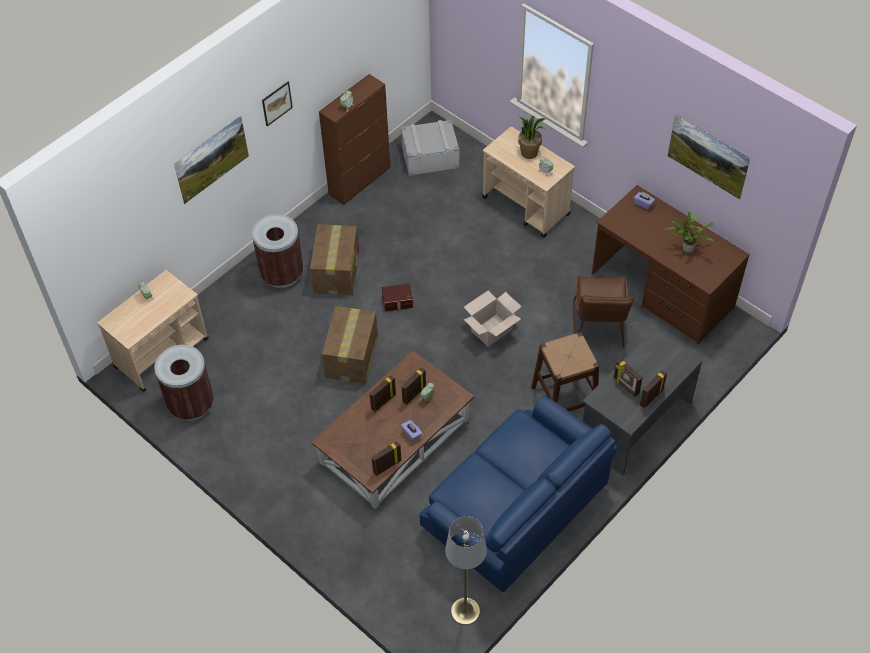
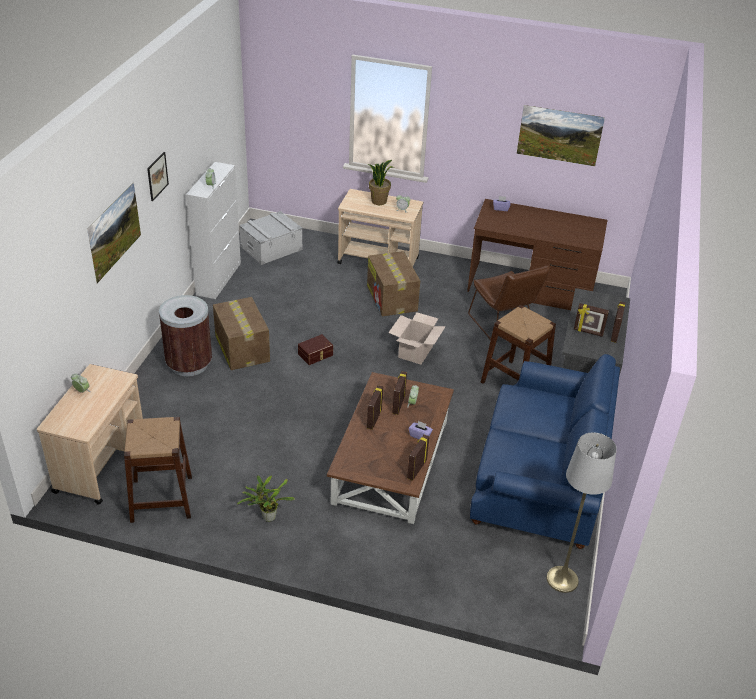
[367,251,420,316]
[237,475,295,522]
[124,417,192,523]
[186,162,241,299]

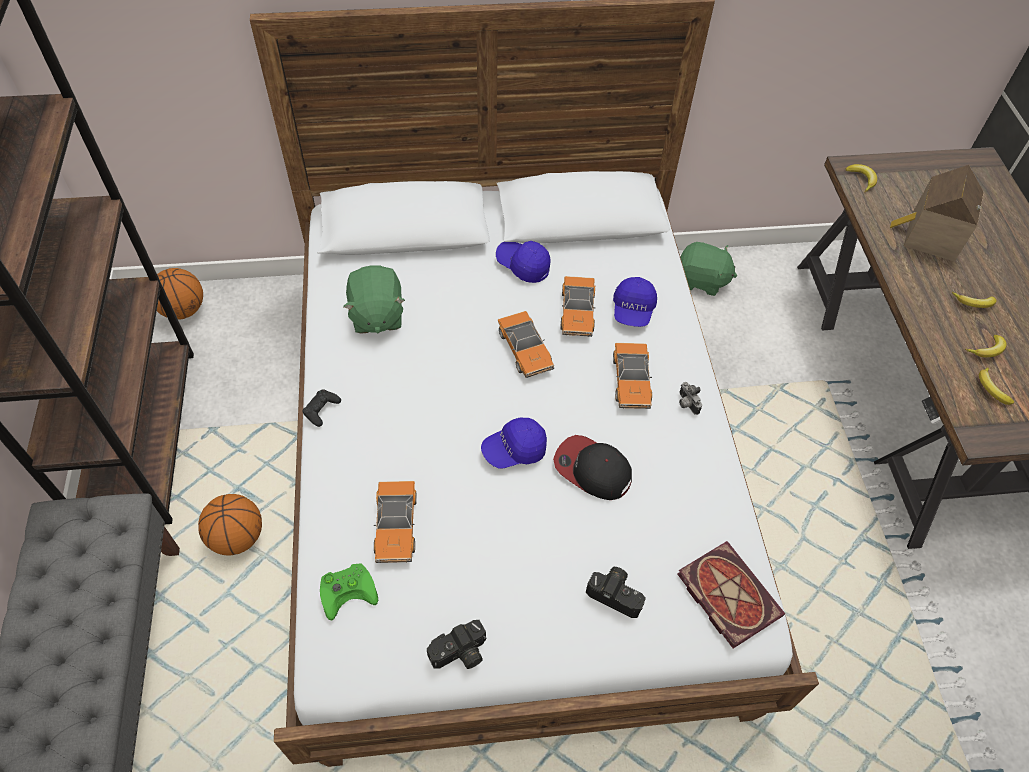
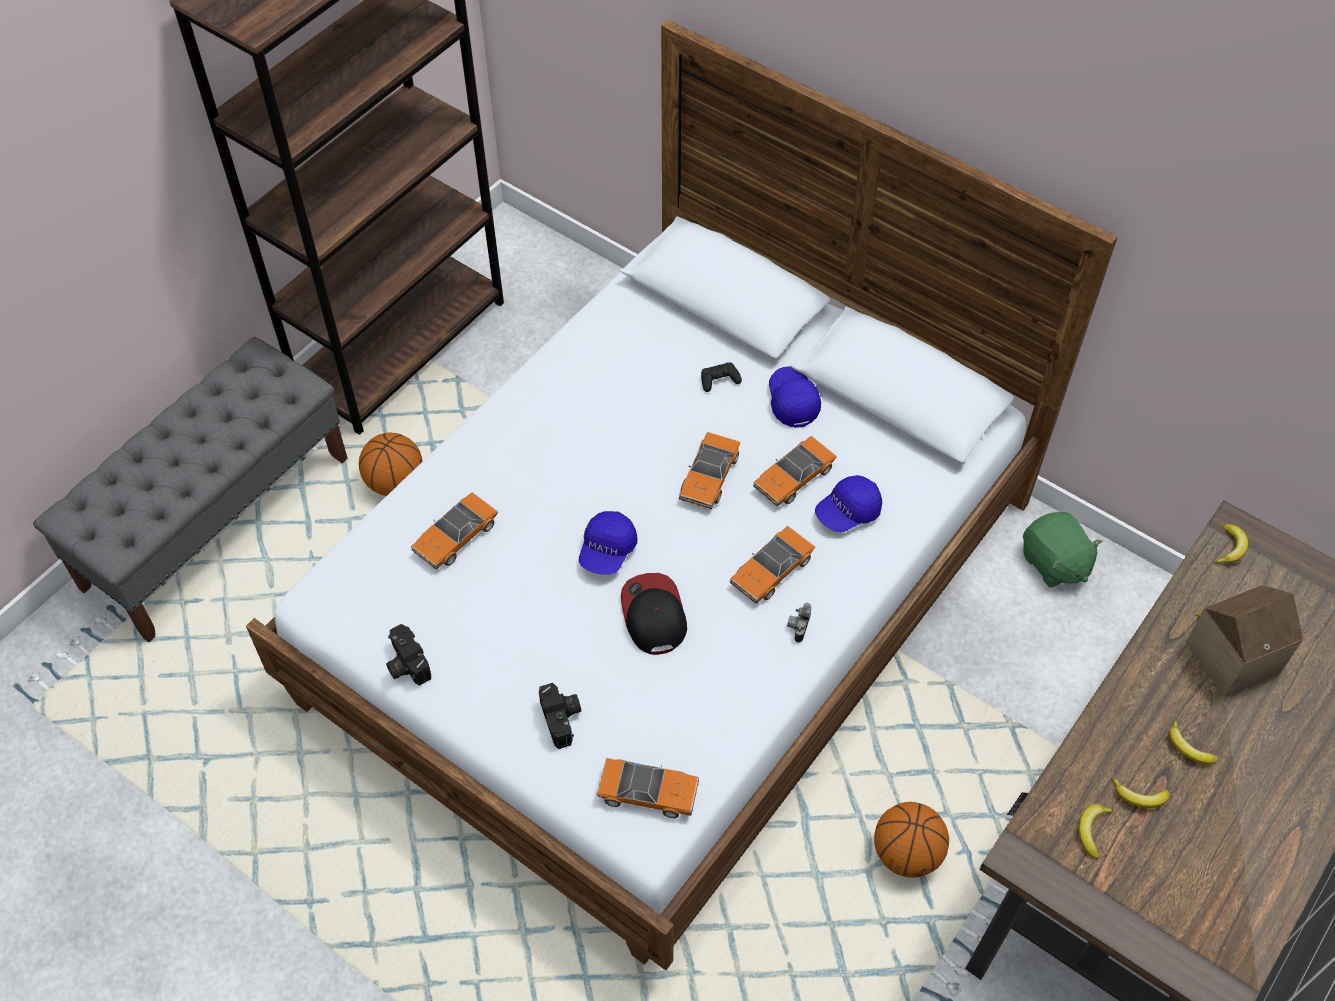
[320,564,378,620] (first image)
[343,265,405,334] (first image)
[874,802,949,878]
[701,362,742,392]
[597,758,699,818]
[386,624,431,686]
[579,511,637,575]

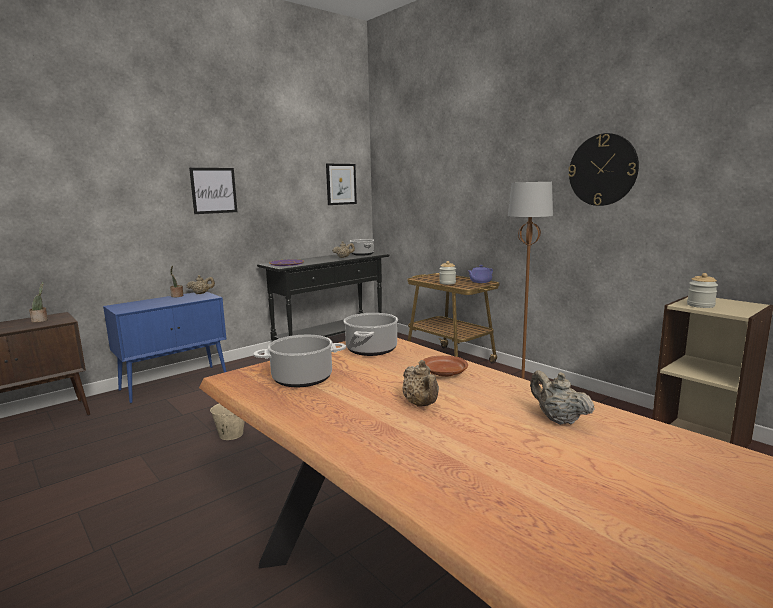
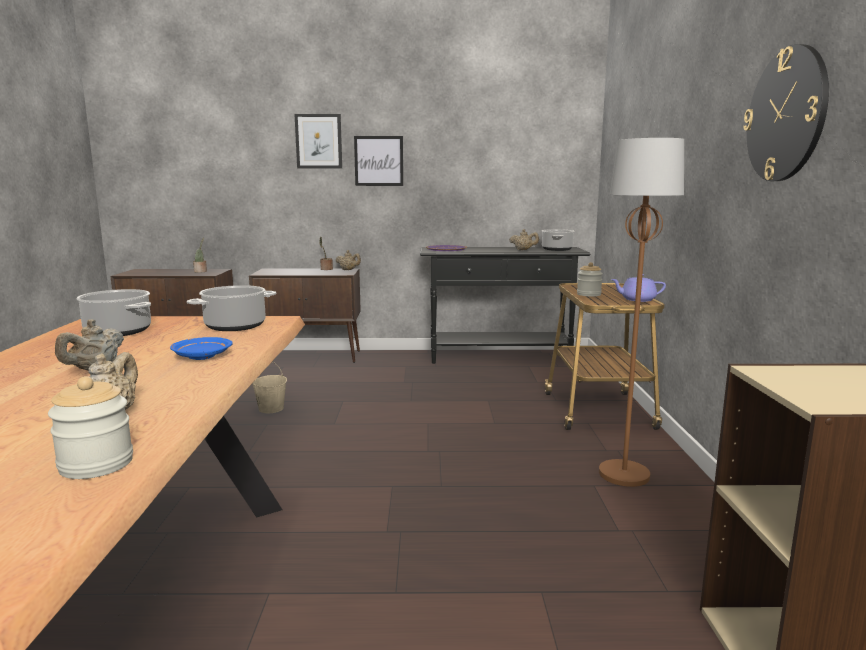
[294,114,342,168]
[48,376,133,479]
[249,268,361,363]
[170,337,233,360]

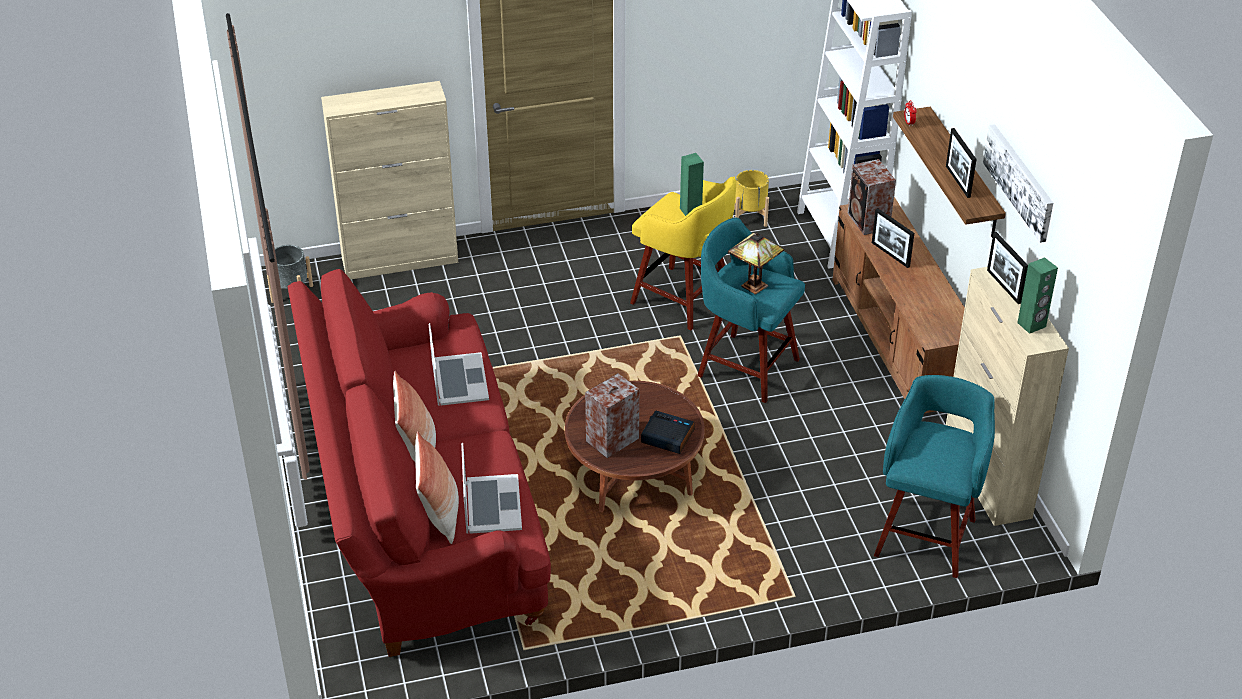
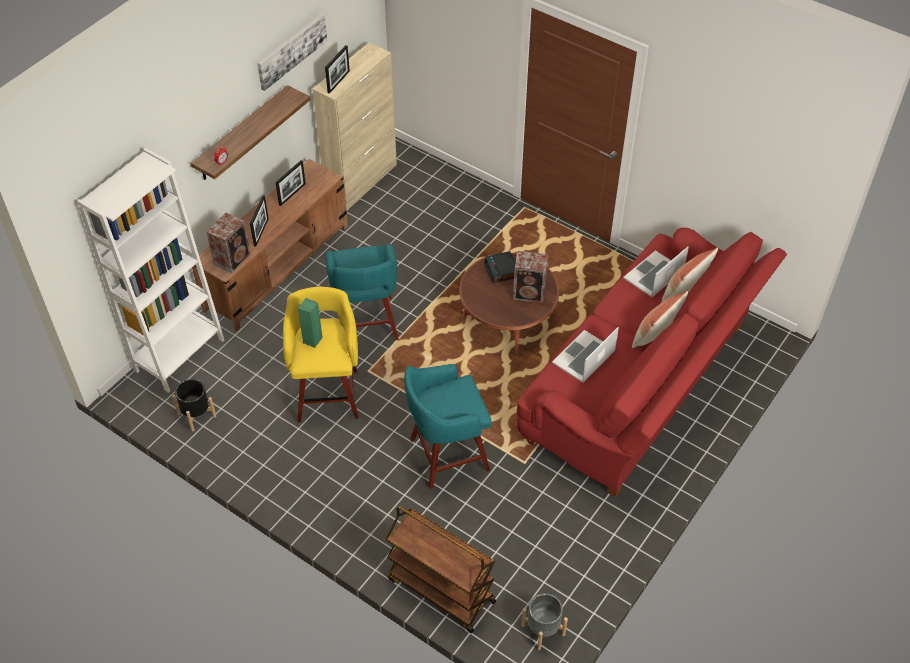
[728,233,785,294] (first image)
[1017,257,1058,334] (first image)
[404,364,492,489]
[275,160,306,206]
[385,506,496,633]
[172,379,216,431]

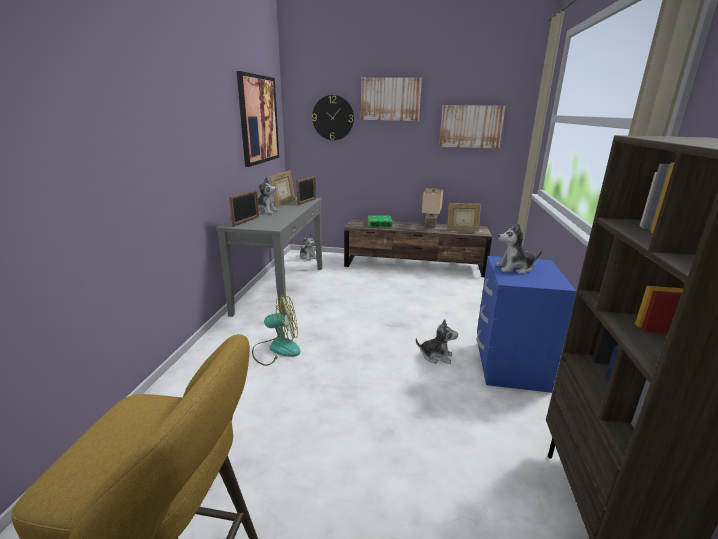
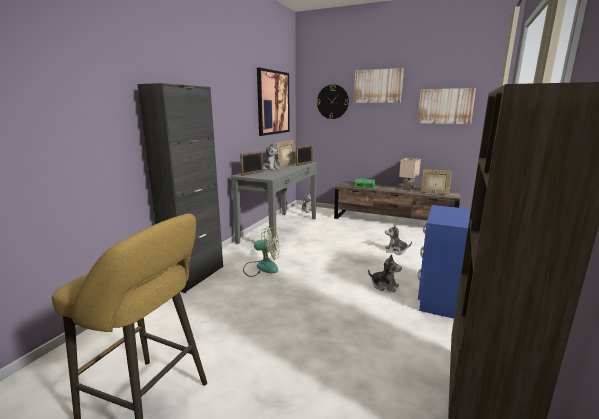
[137,83,223,293]
[385,225,412,254]

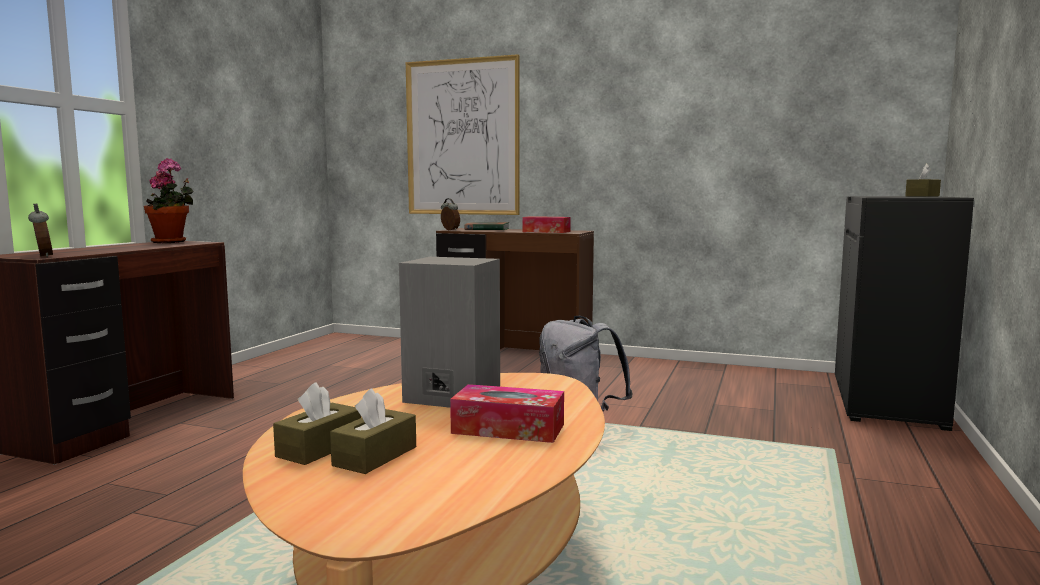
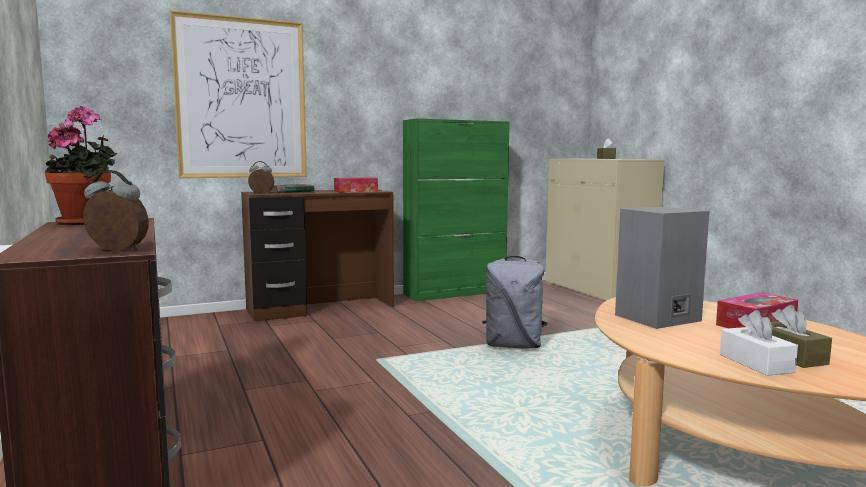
[403,119,510,301]
[720,310,798,376]
[545,159,664,301]

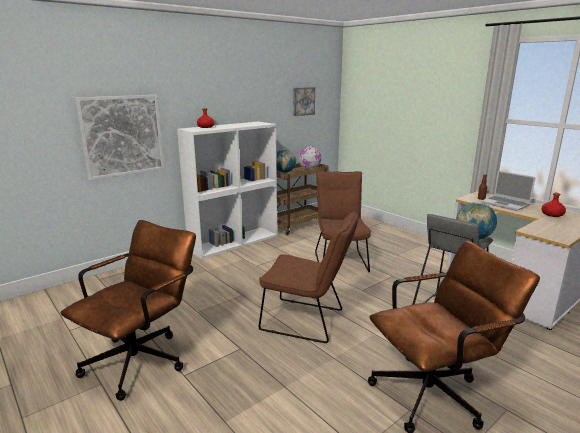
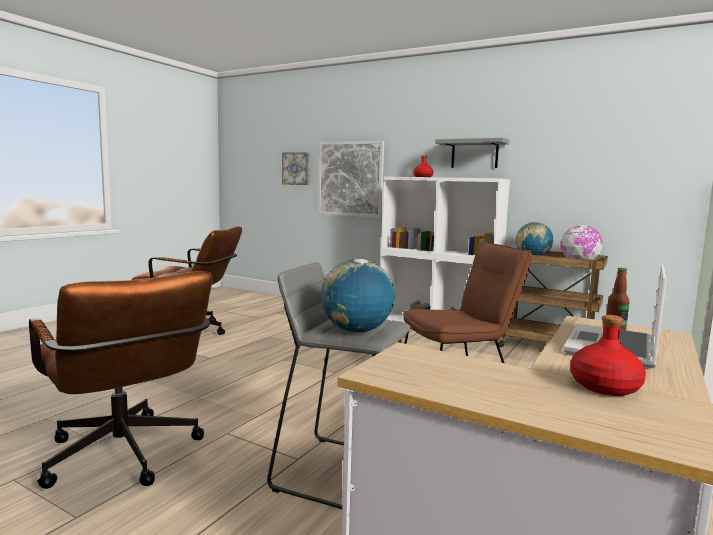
[259,211,359,343] (first image)
[435,138,510,168]
[282,152,310,185]

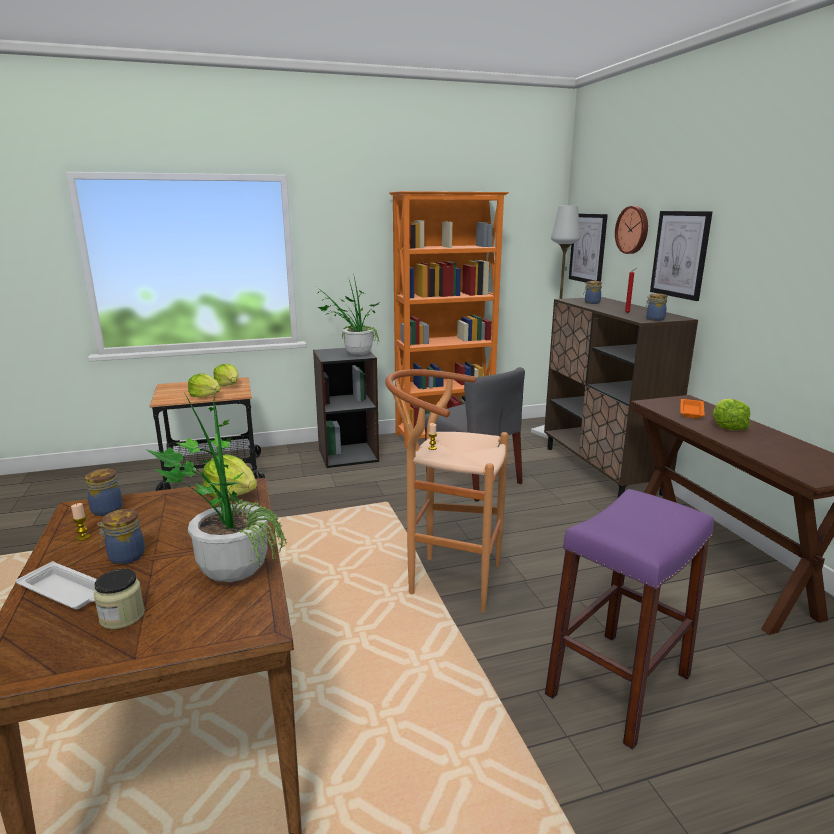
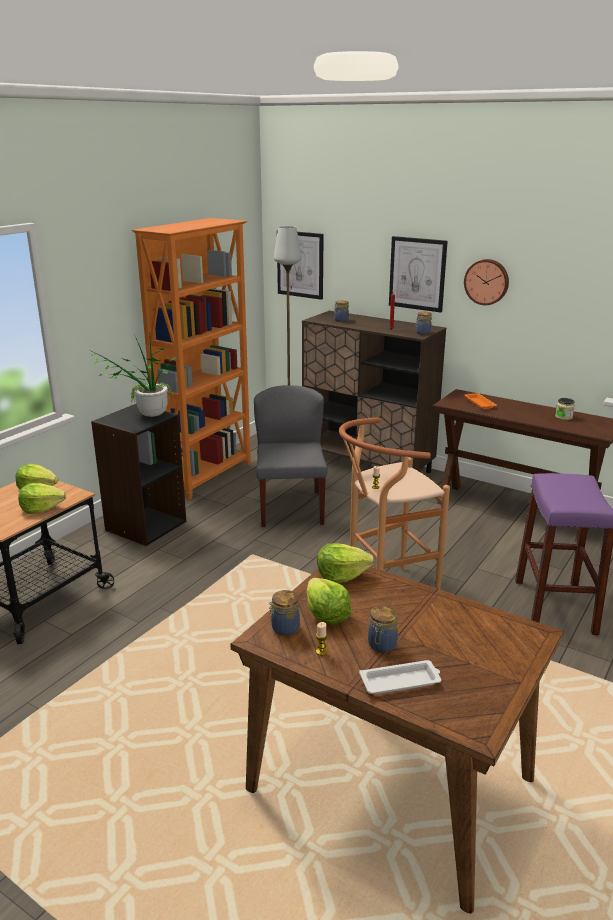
[146,392,287,582] (first image)
[555,398,575,420]
[464,259,509,305]
[307,578,352,624]
[254,385,328,527]

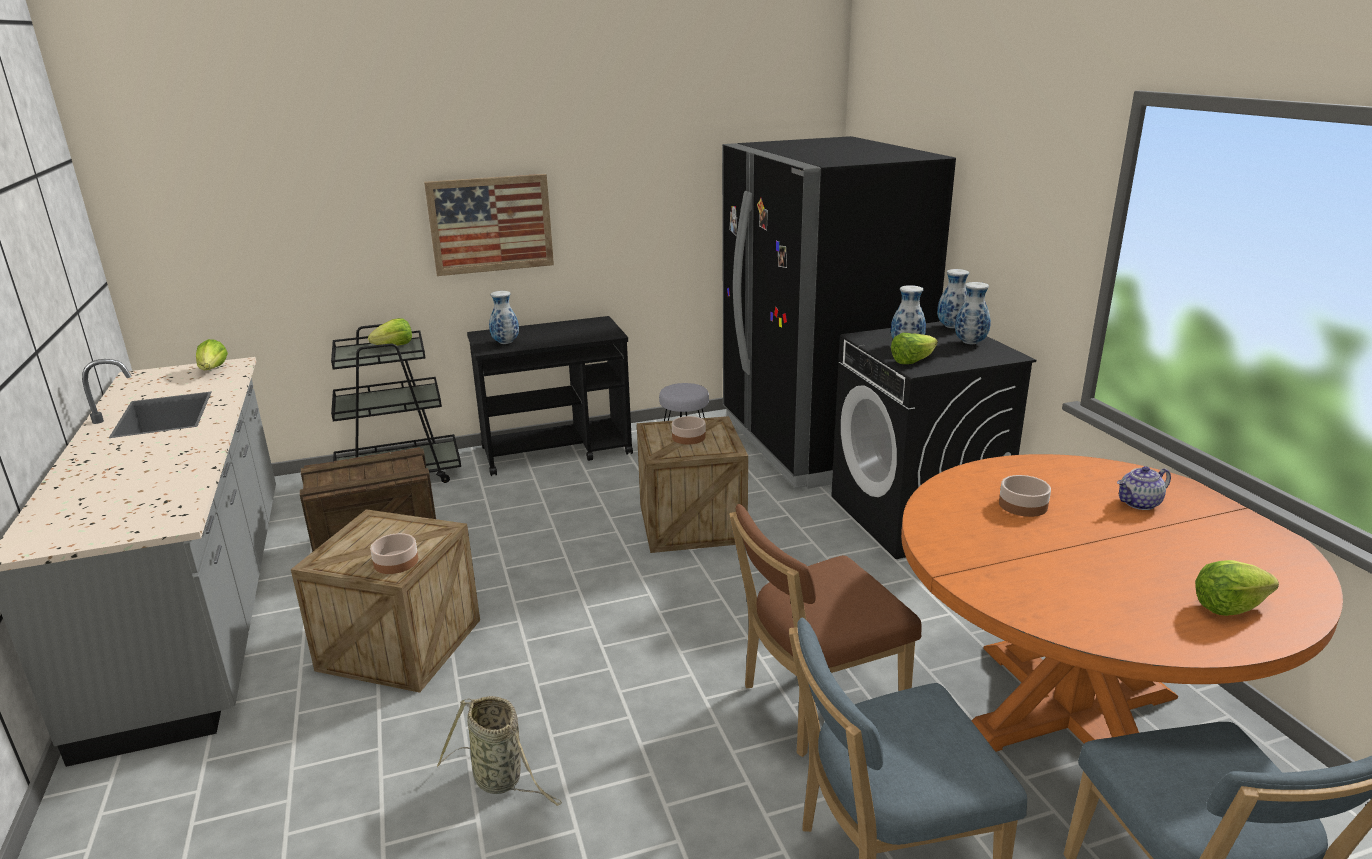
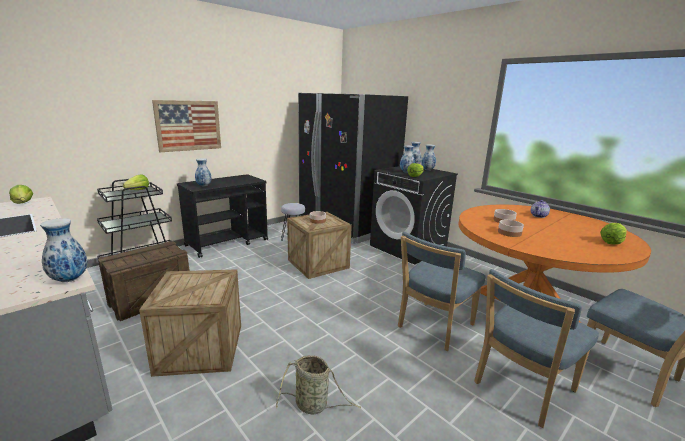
[40,218,87,282]
[498,220,524,237]
[398,232,485,351]

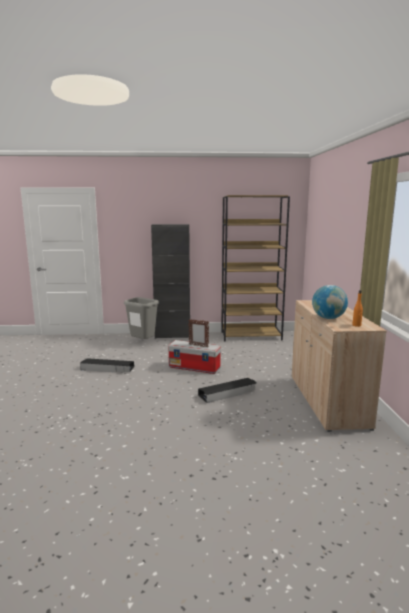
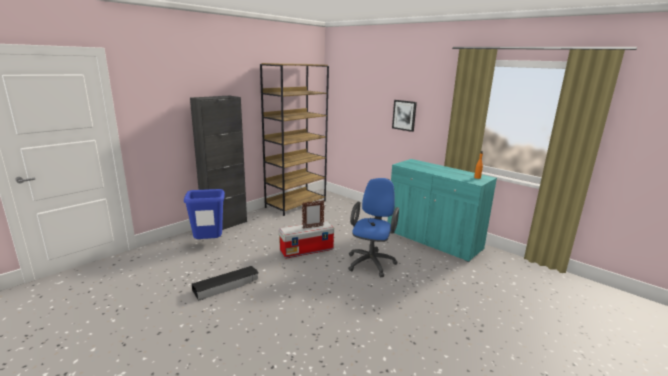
[312,285,348,319] (first image)
[392,100,417,132]
[348,178,399,278]
[184,189,225,239]
[388,159,497,262]

